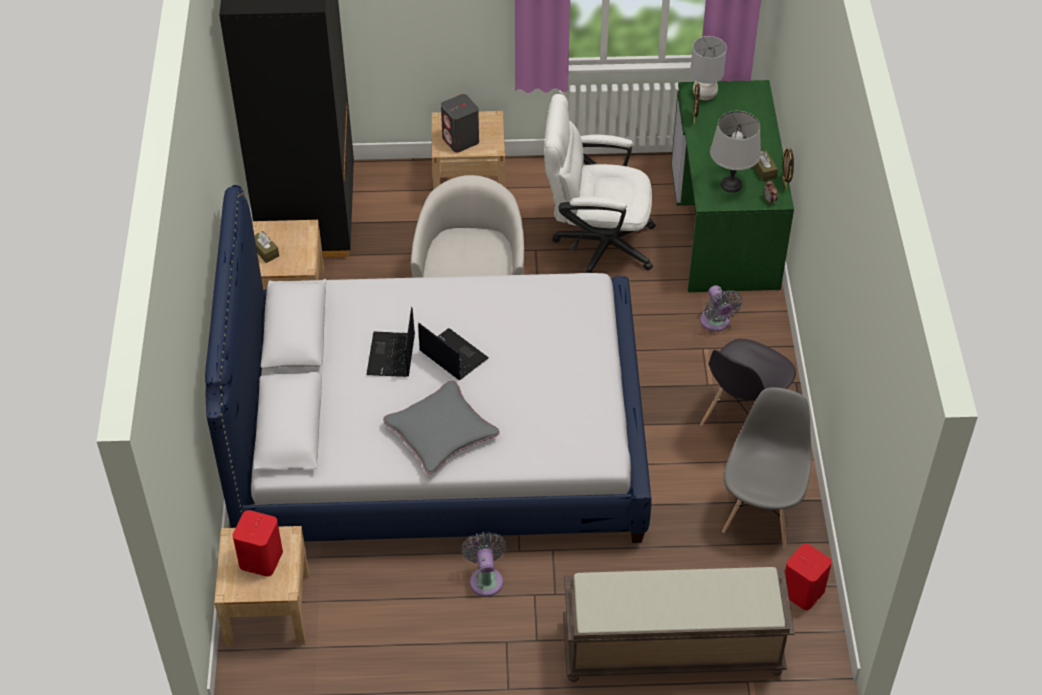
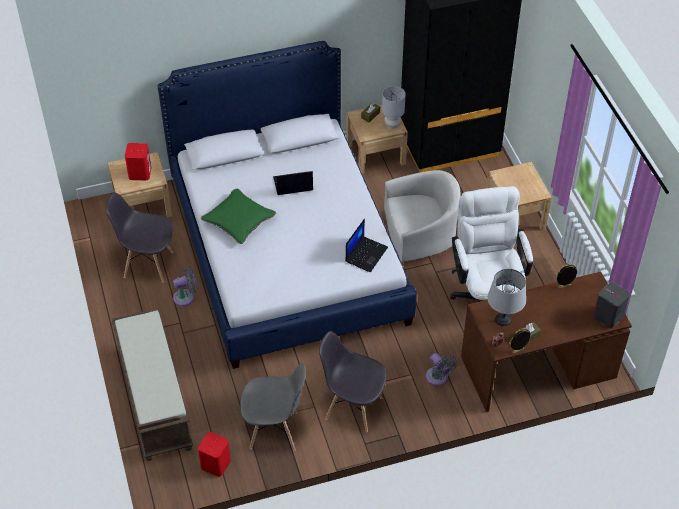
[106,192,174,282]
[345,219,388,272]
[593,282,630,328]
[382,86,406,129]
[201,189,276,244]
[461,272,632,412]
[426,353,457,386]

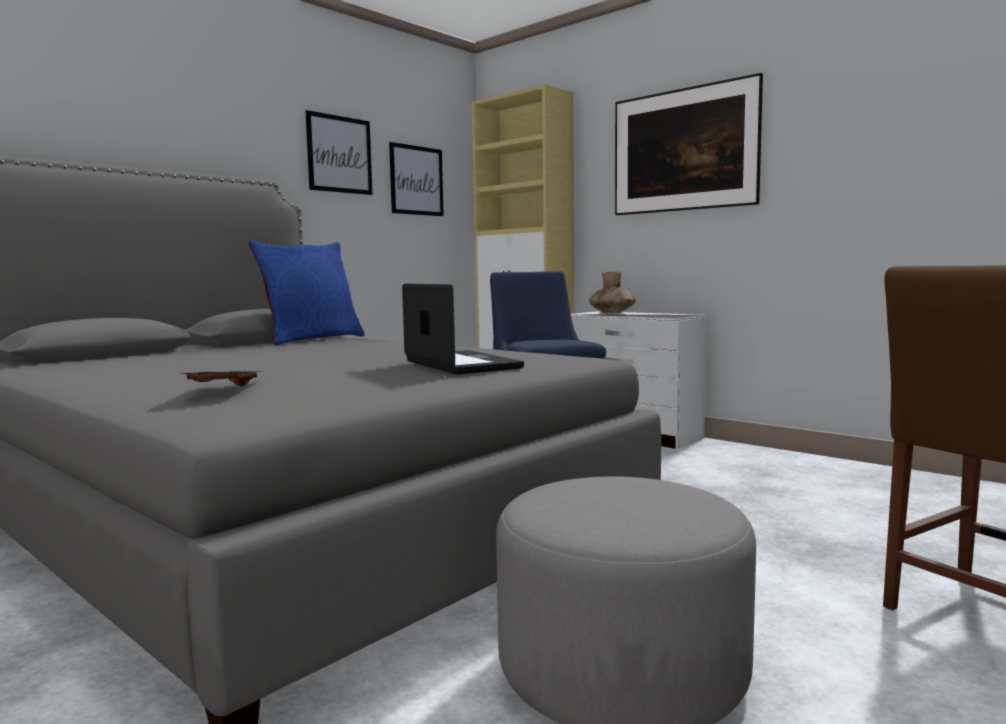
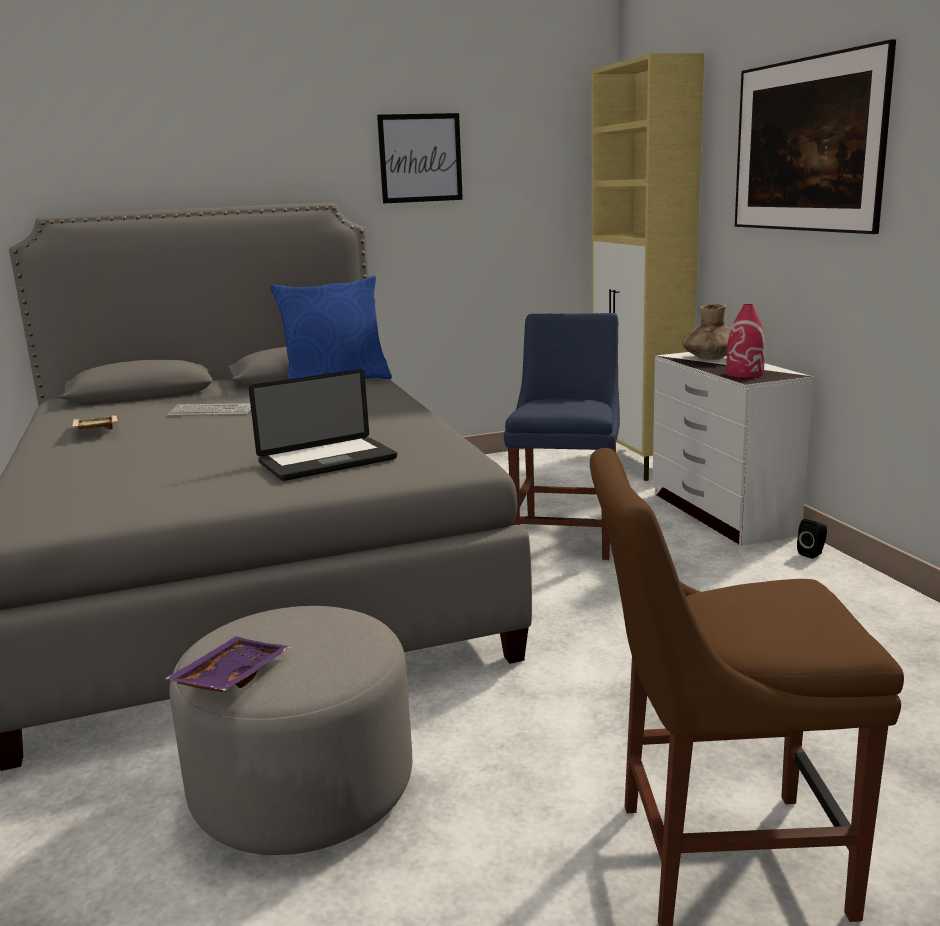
[389,142,444,216] (first image)
[72,415,118,429]
[167,403,251,416]
[726,304,765,378]
[797,519,827,559]
[165,636,290,692]
[249,369,397,481]

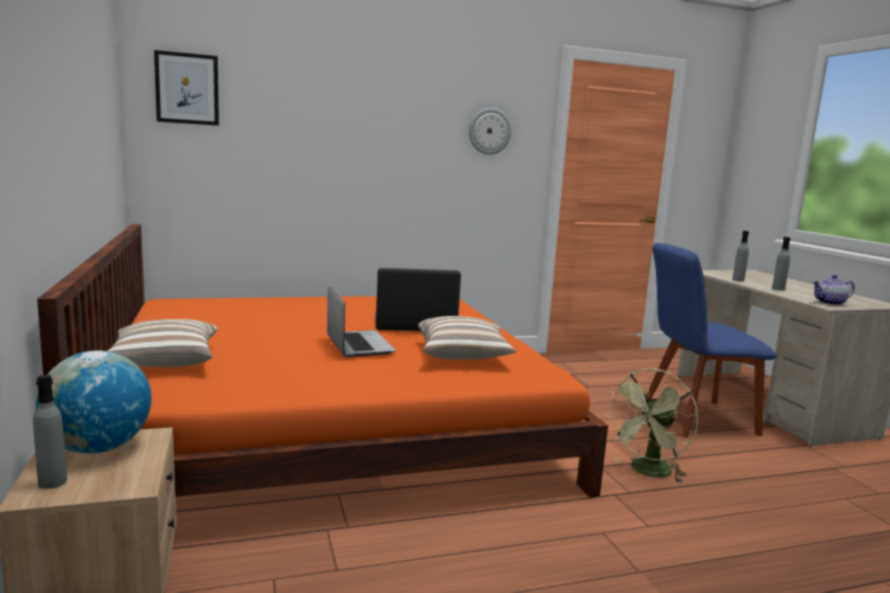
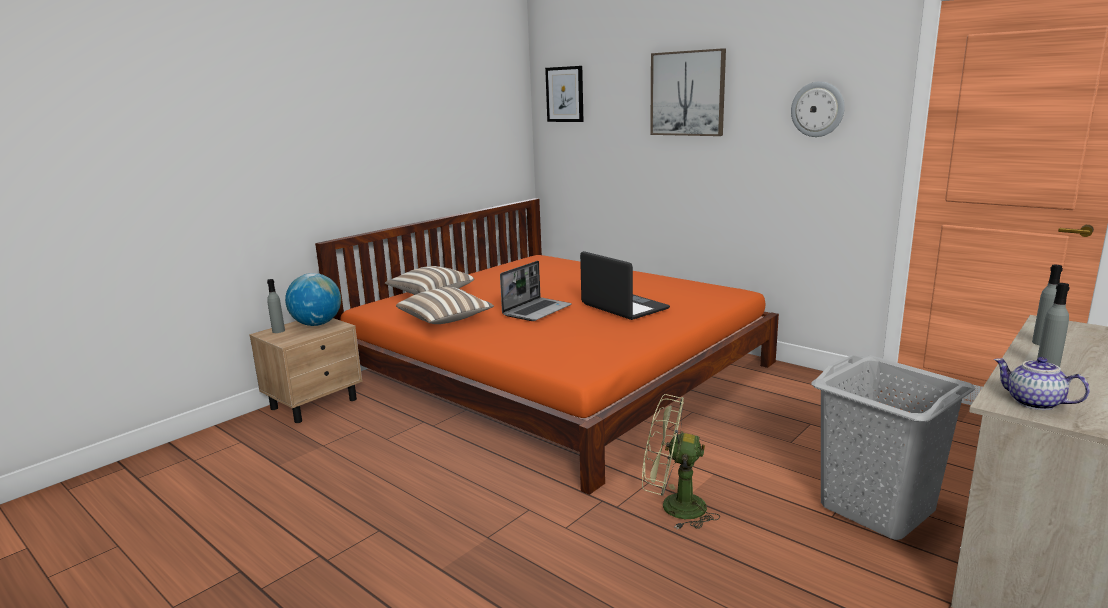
[650,48,726,136]
[396,287,494,324]
[811,355,975,540]

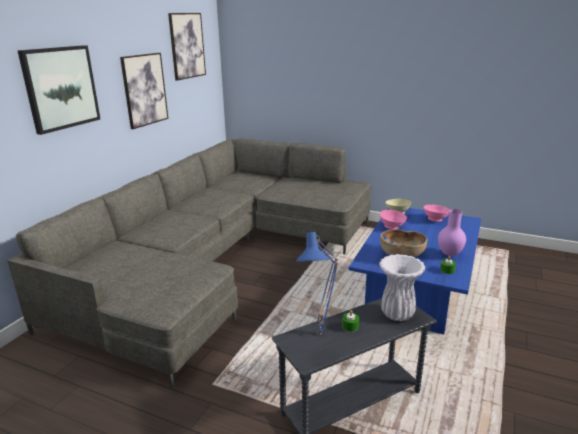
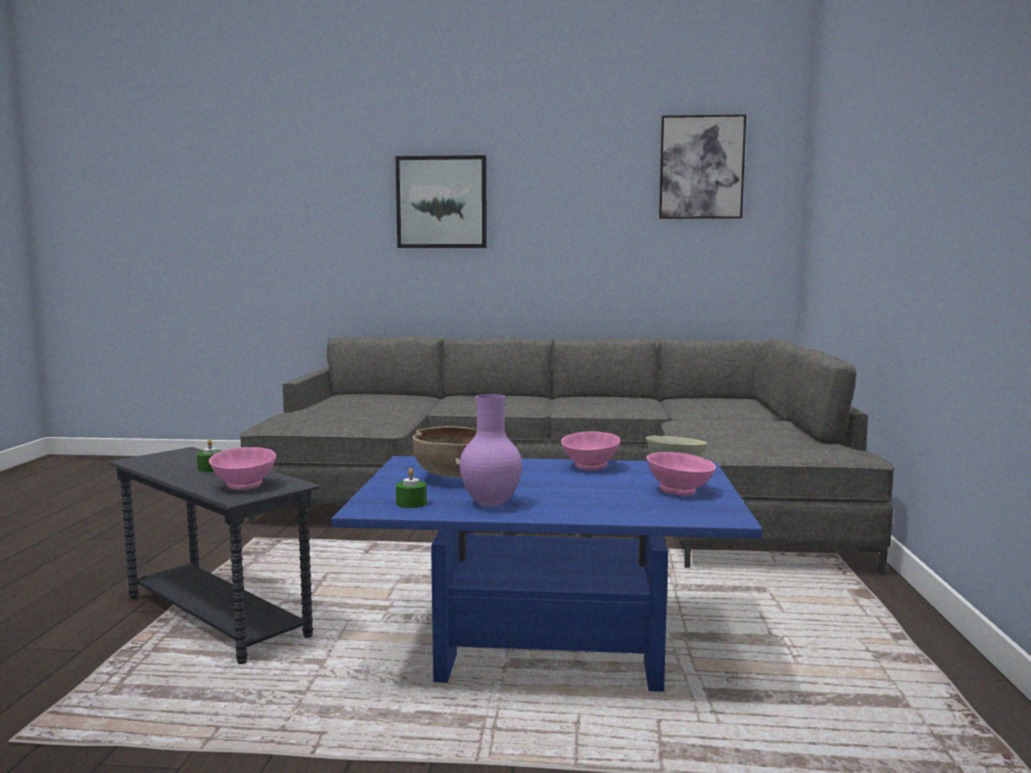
[120,53,168,129] (first image)
[297,232,339,335] (first image)
[209,447,276,490]

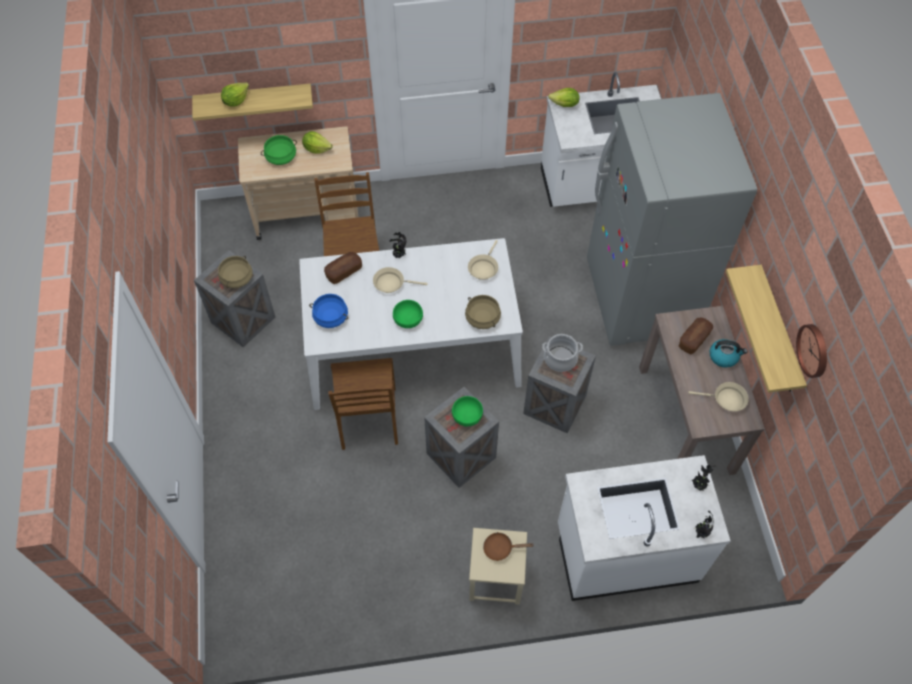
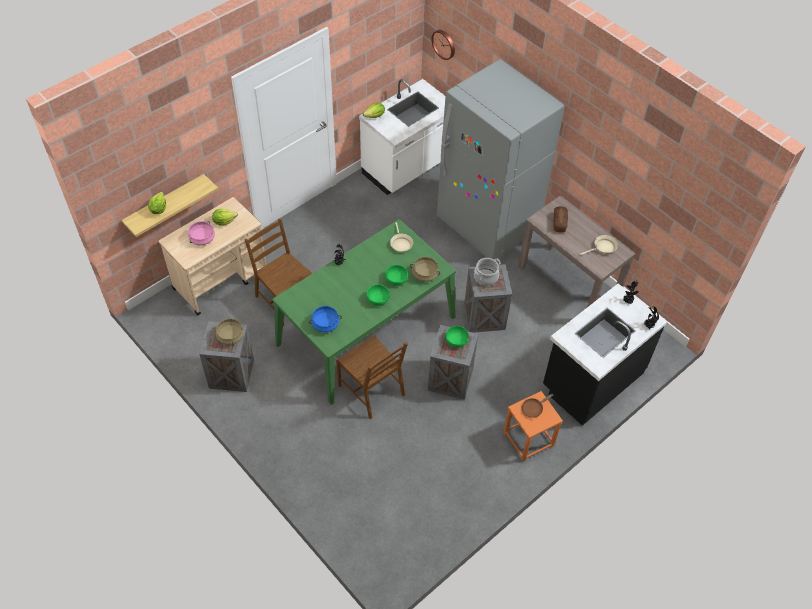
[324,252,362,284] (first image)
[373,267,428,293] (first image)
[710,339,747,368] (first image)
[726,265,807,393] (first image)
[385,265,408,286]
[431,30,455,60]
[188,221,215,246]
[273,219,456,405]
[503,391,563,462]
[543,284,667,426]

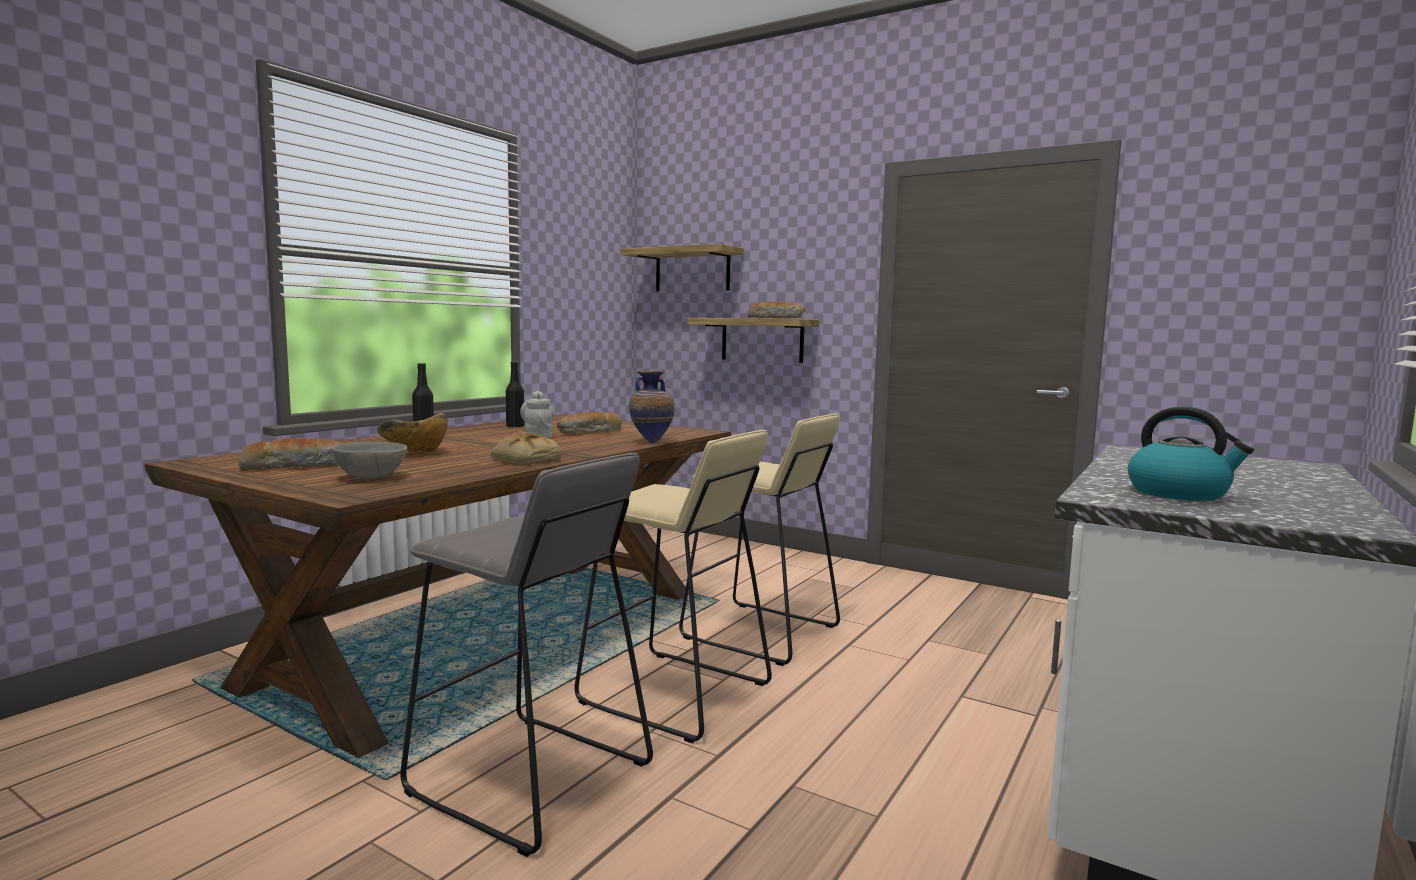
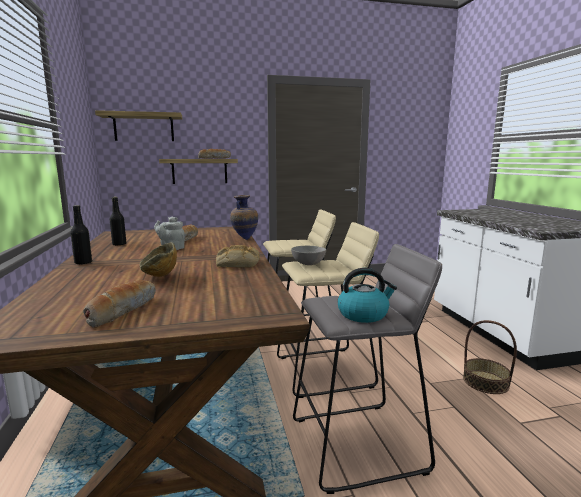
[463,320,517,394]
[291,246,326,265]
[338,268,397,323]

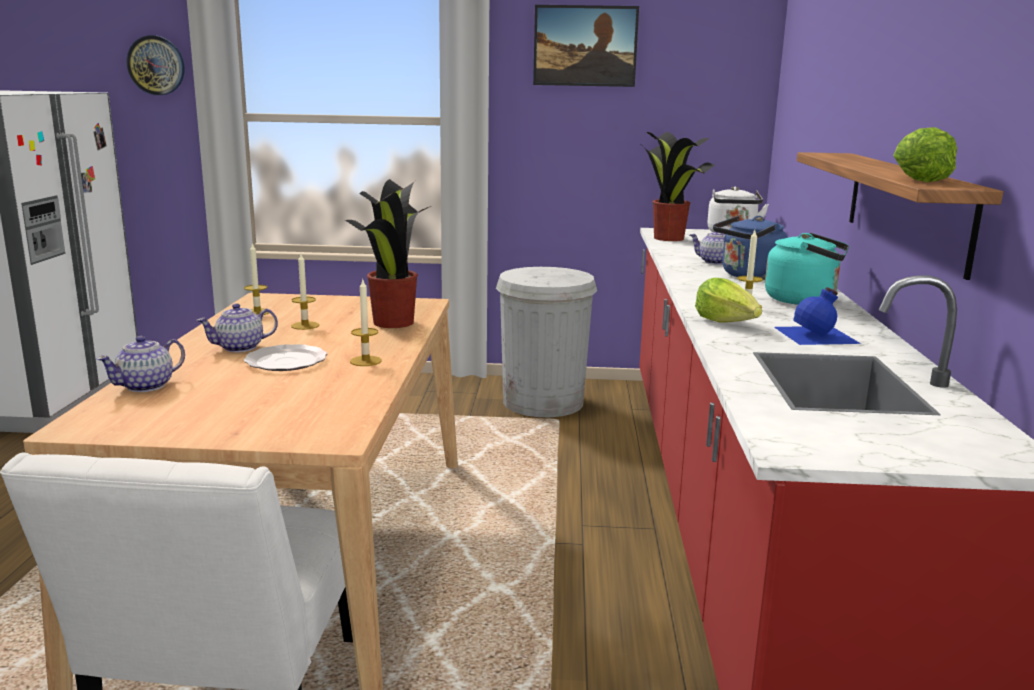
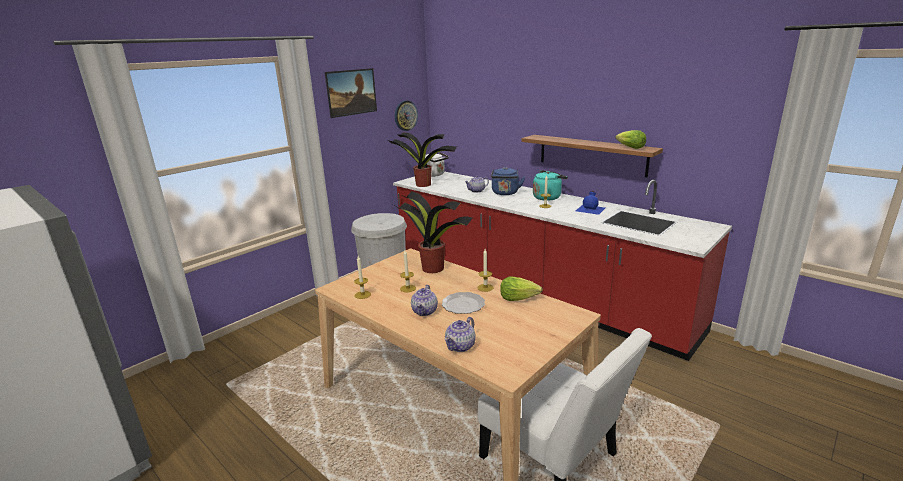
[395,100,418,131]
[500,277,543,301]
[445,317,476,352]

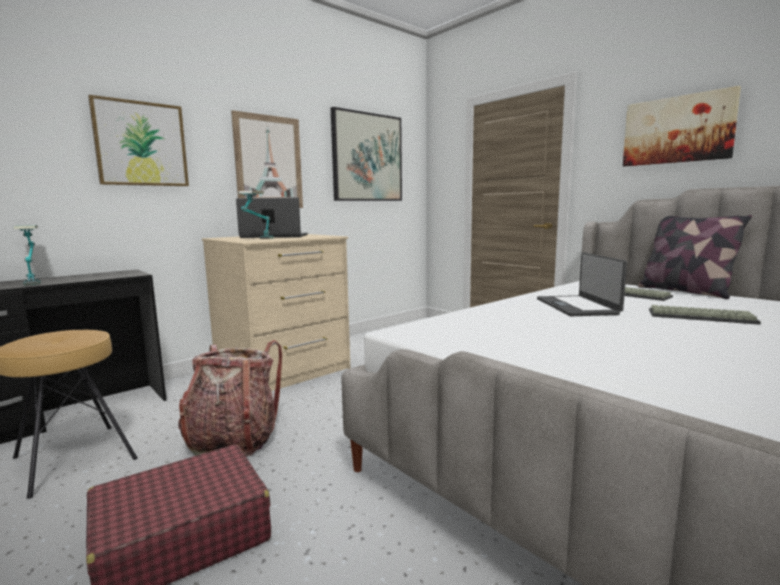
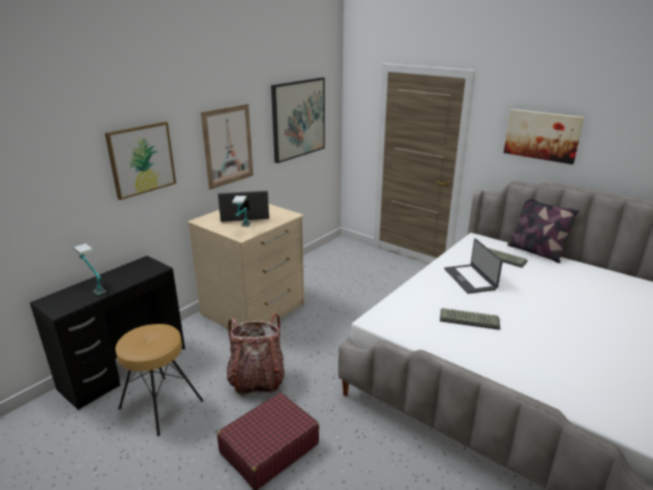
[440,308,500,330]

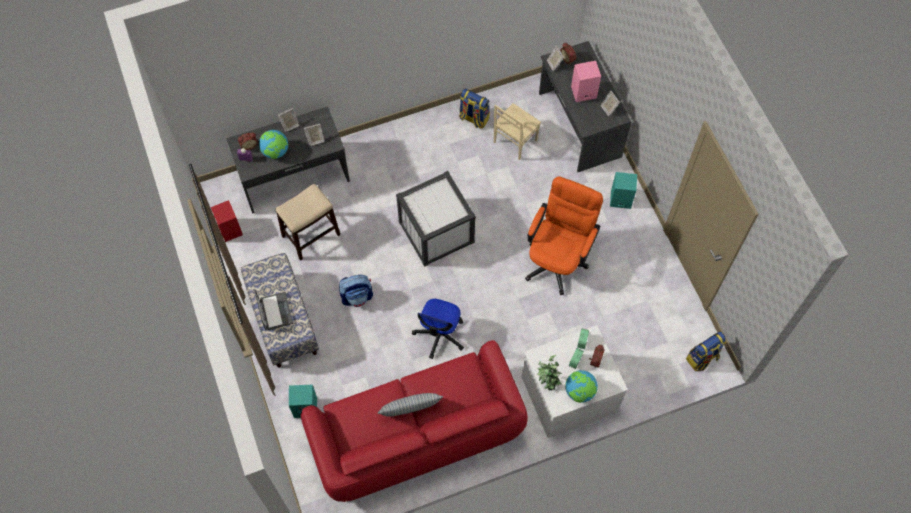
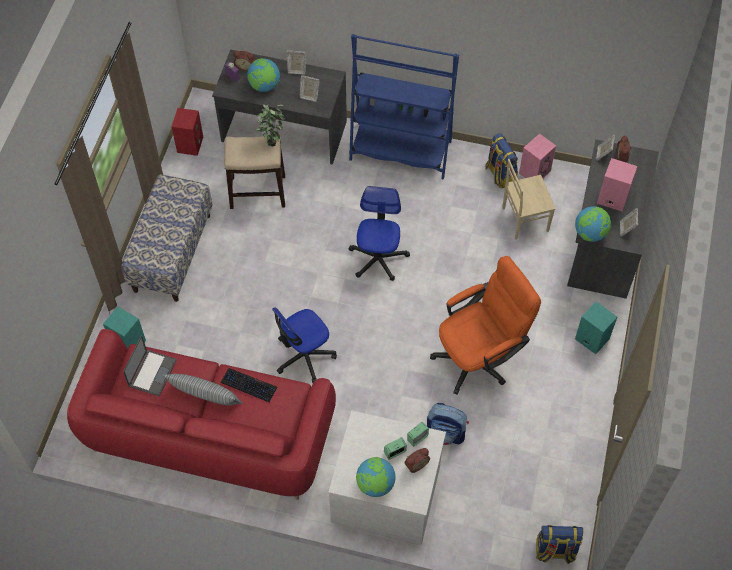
[221,368,278,403]
[349,34,459,179]
[519,133,556,178]
[575,206,611,242]
[123,335,177,397]
[427,403,469,445]
[256,104,285,147]
[349,186,410,281]

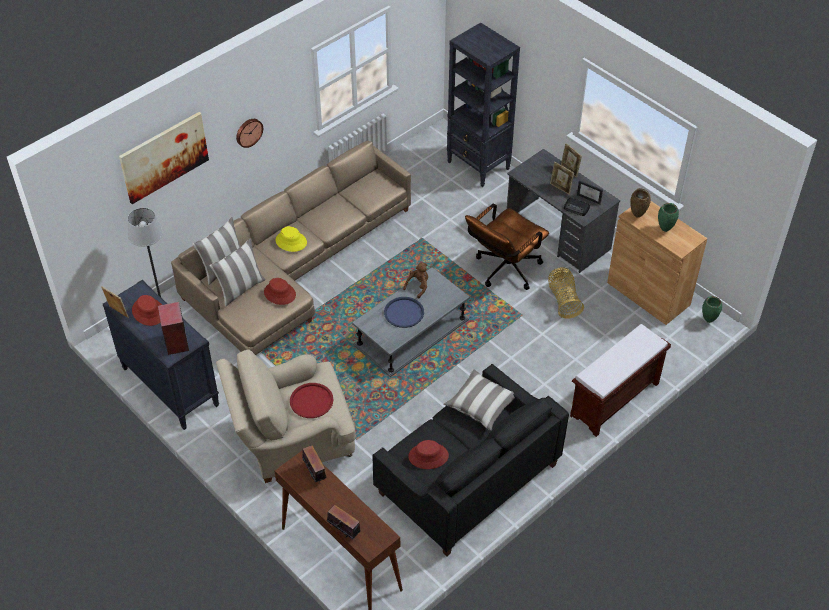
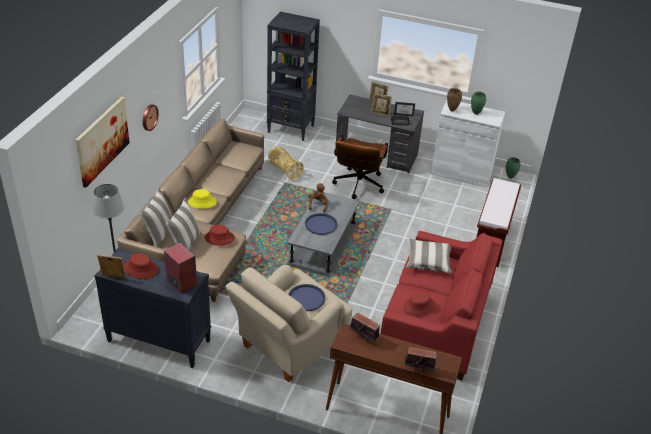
[268,146,304,180]
[288,284,326,311]
[380,231,503,381]
[431,100,505,188]

